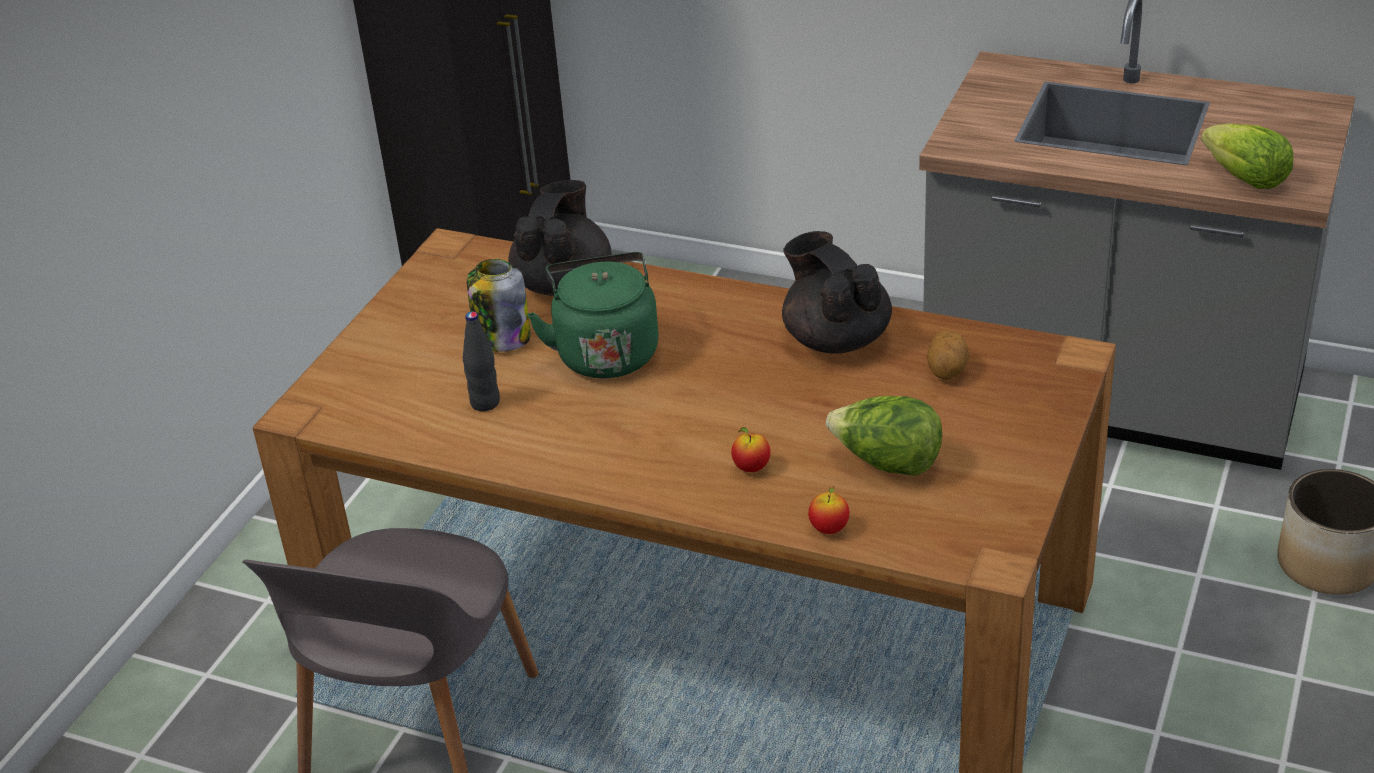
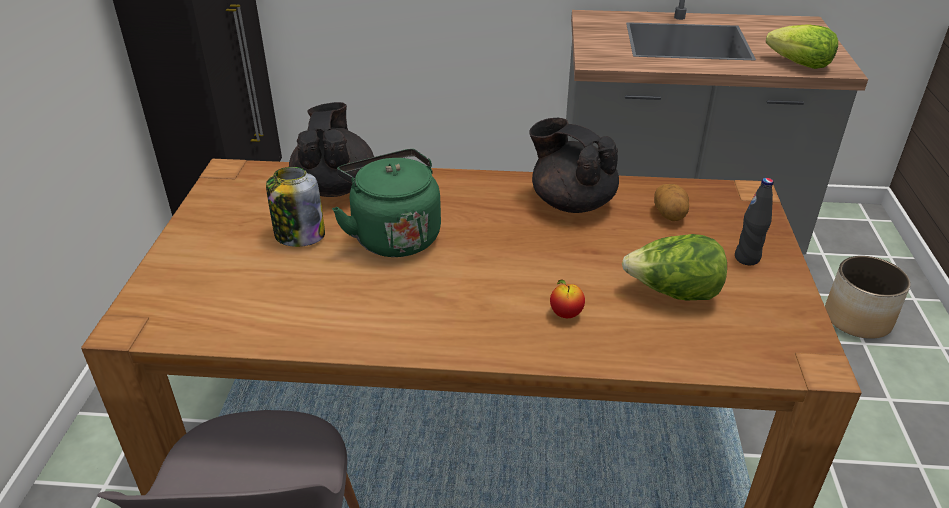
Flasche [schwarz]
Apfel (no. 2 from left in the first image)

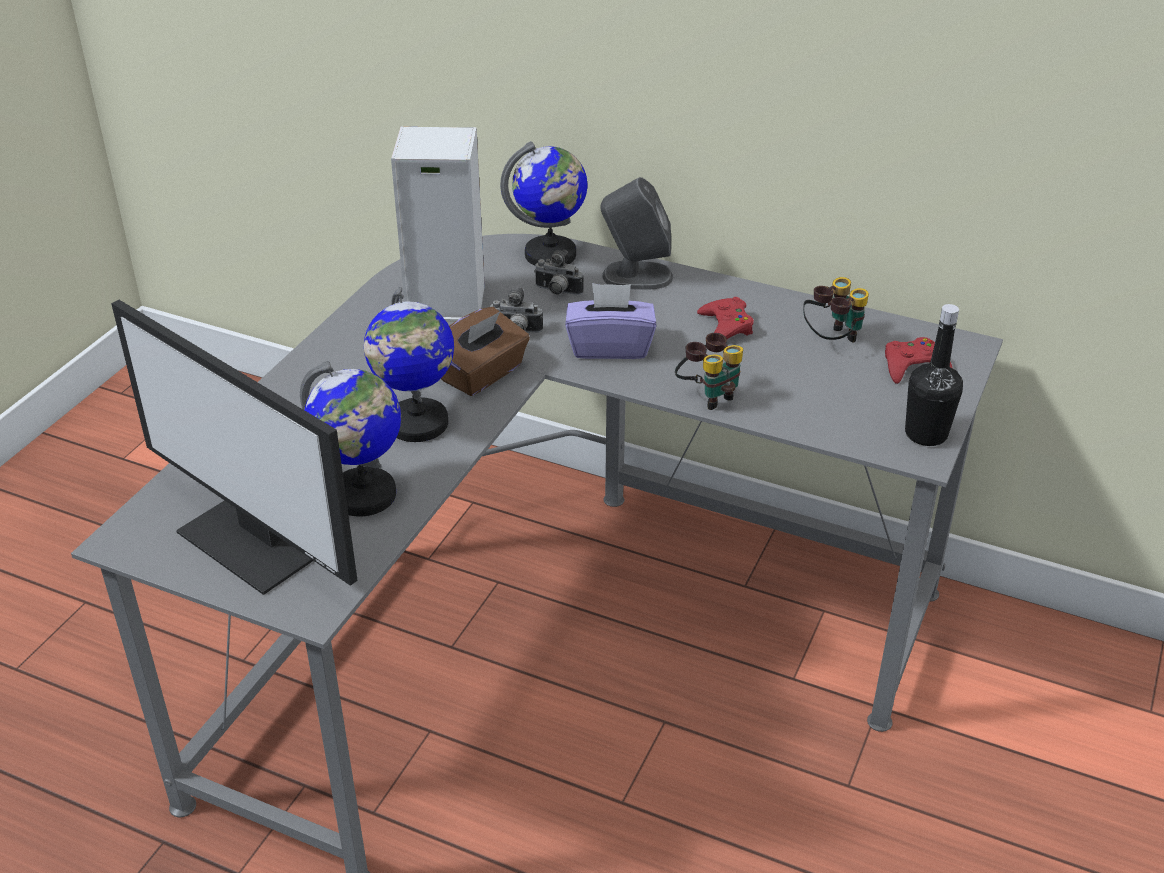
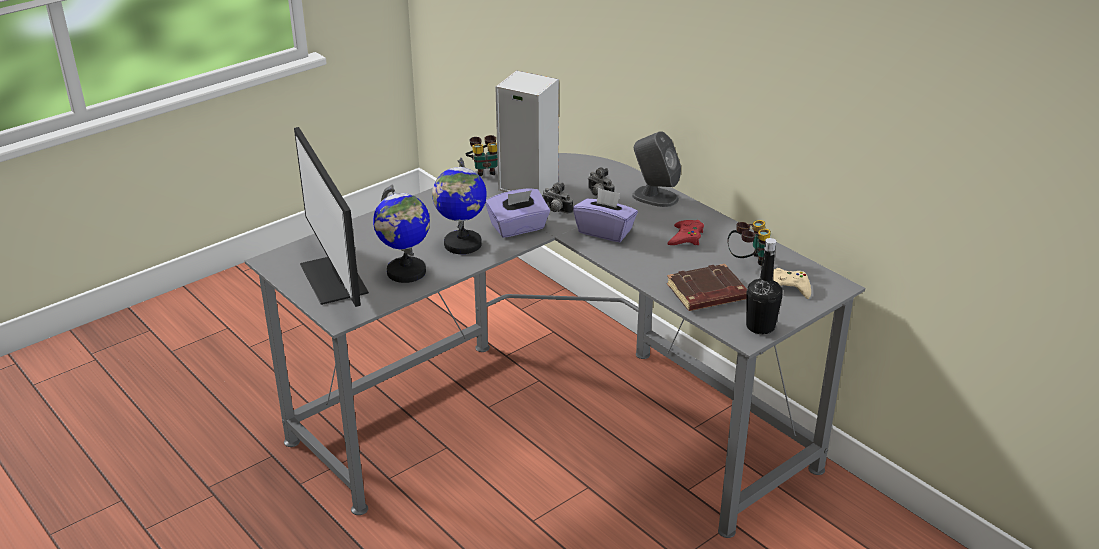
Globus (no. 3 from left in the first image)
Taschentuchbox [lila] (no. 1 from left)
Fernglas (no. 1 from left)
Gamepad [beige]
Buch [braun]

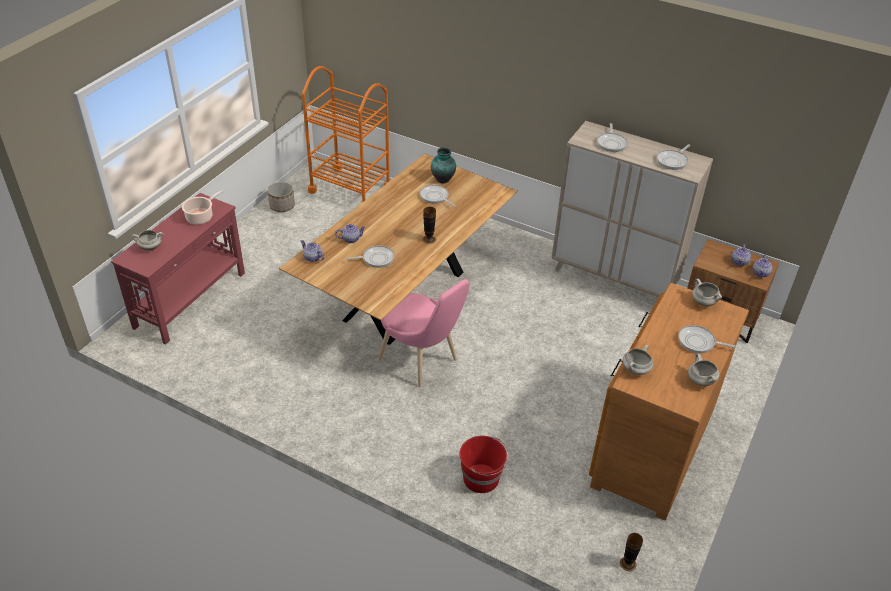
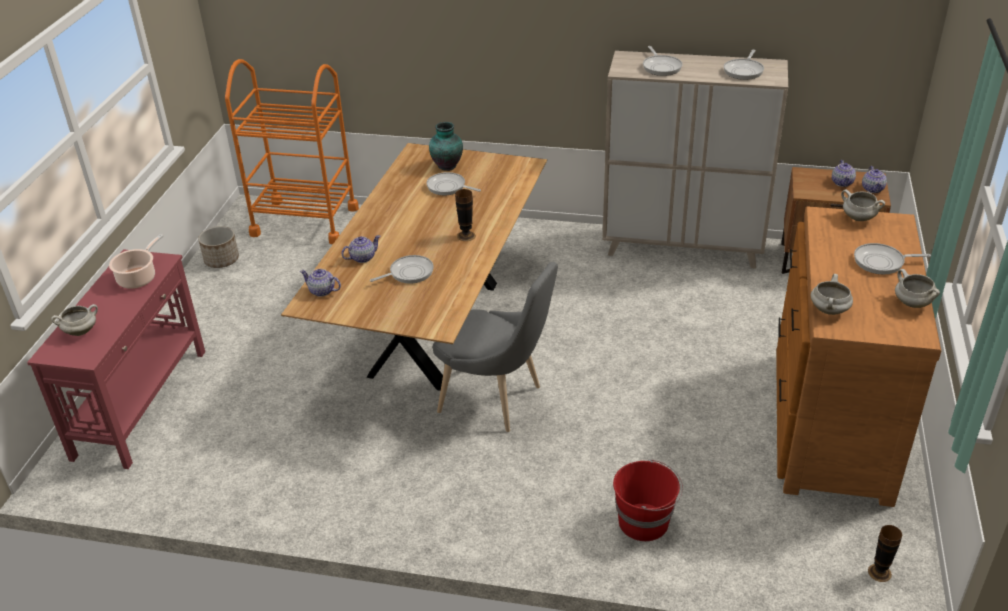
Stuhl [grau]

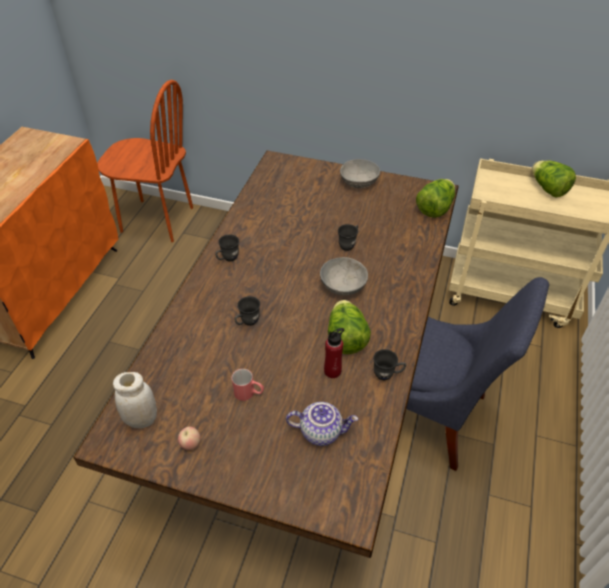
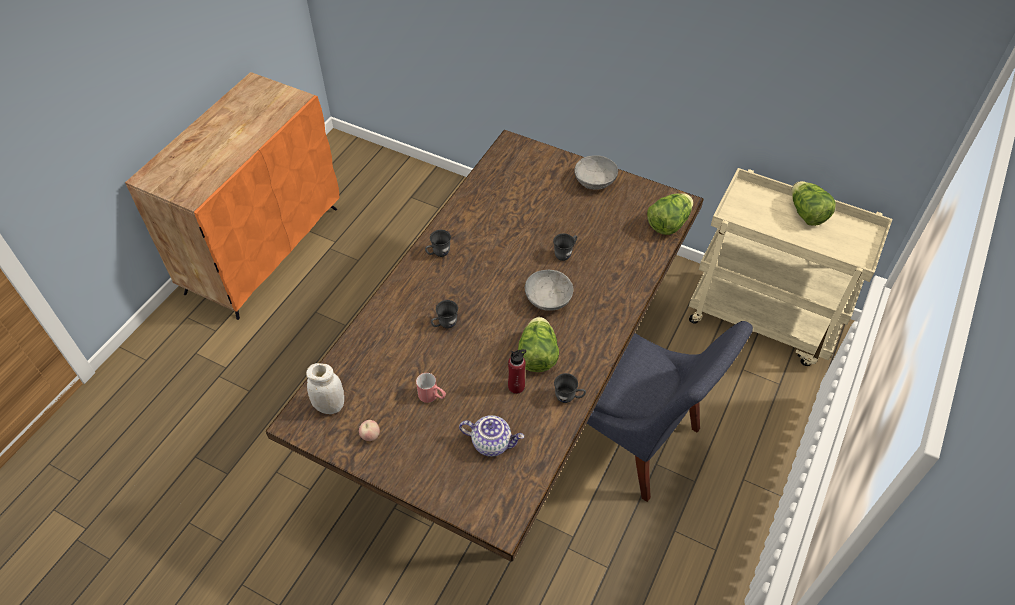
Stuhl [braun]

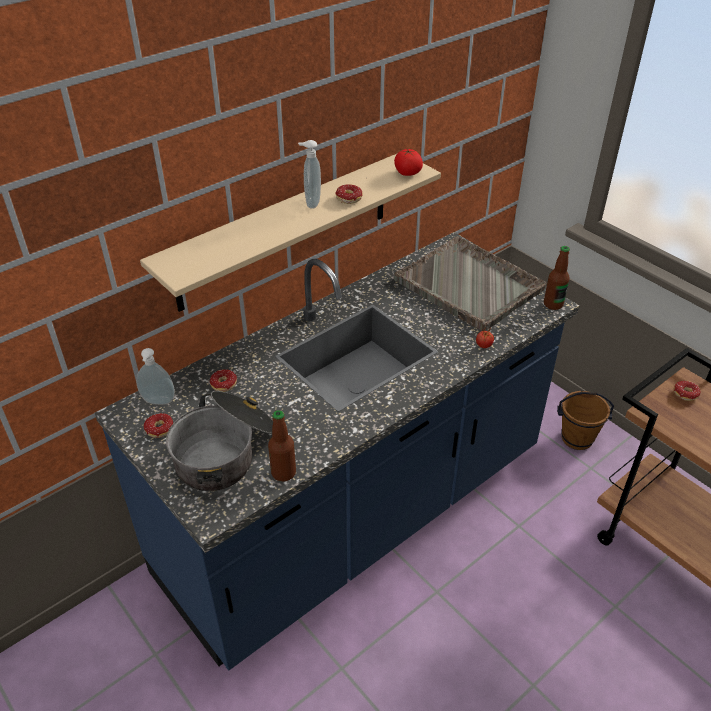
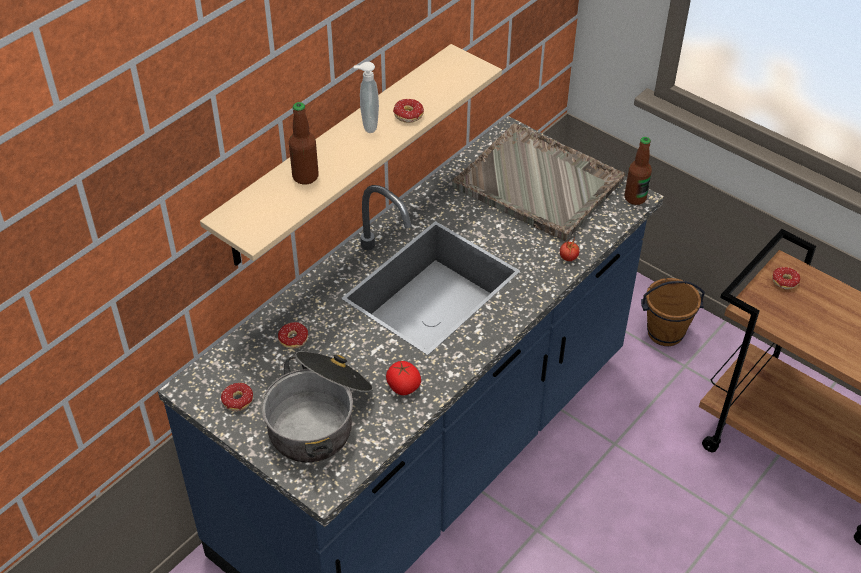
Tomate (no. 1 from left)
Seifenspender (no. 1 from left in the first image)
Flasche (no. 1 from left)

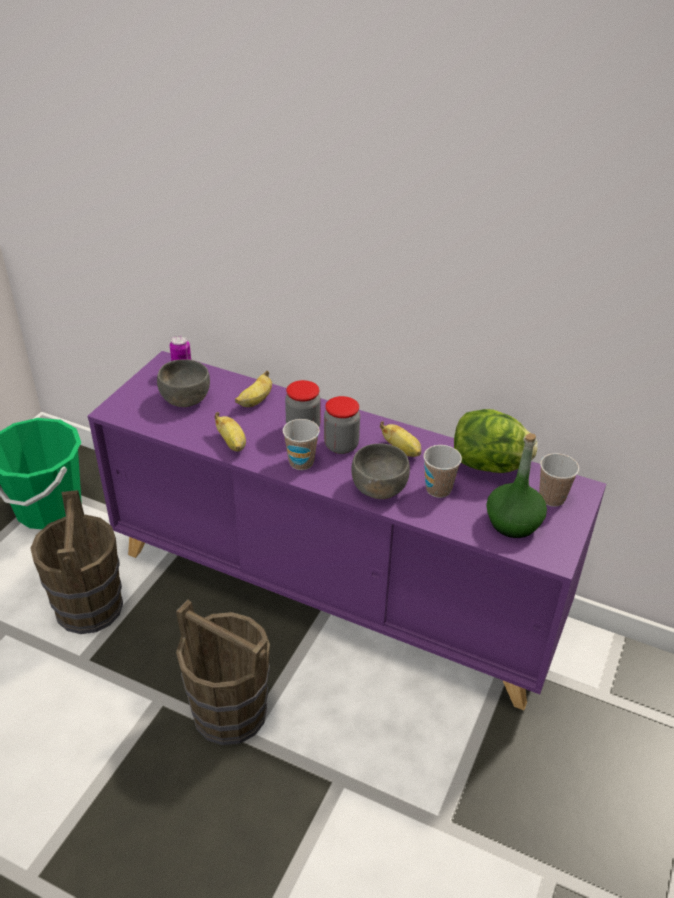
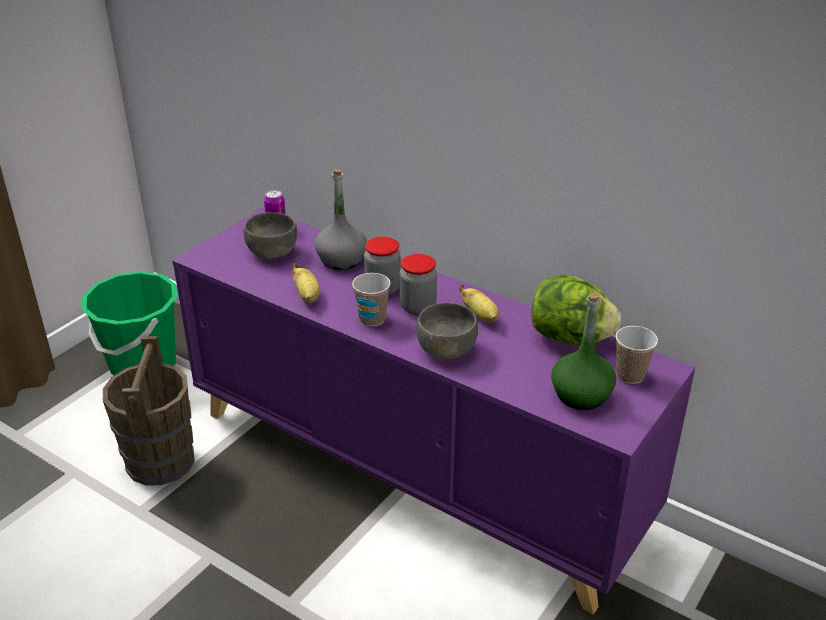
Flasche [grau]
Tasse (no. 2 from left in the first image)
Eimer [braun] (no. 2 from left in the first image)

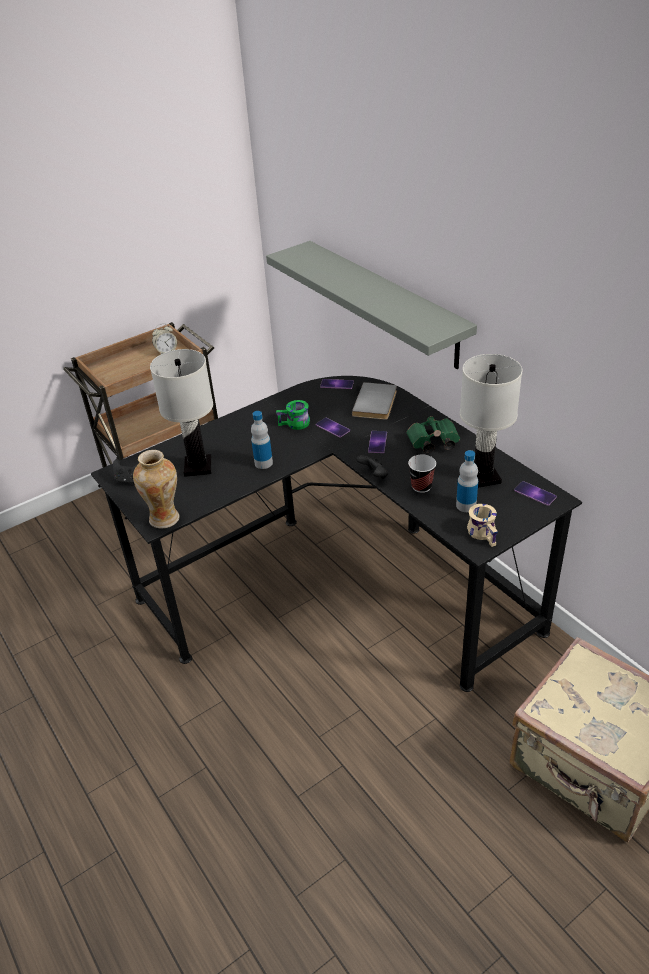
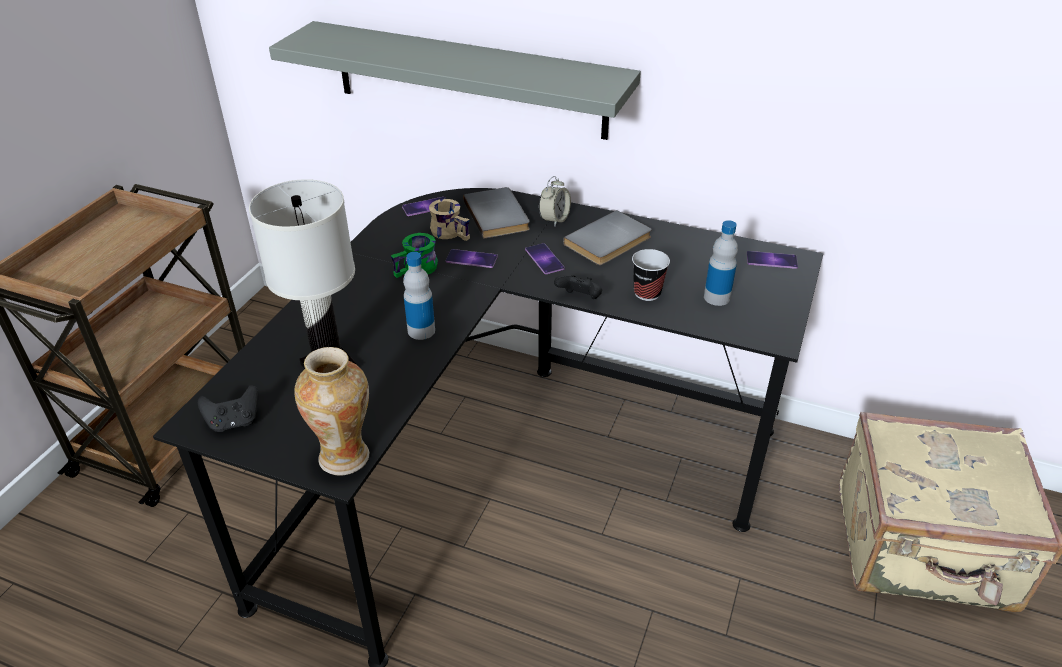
Wecker
Tischlampe [weiß] (no. 2 from left in the first image)
Buch [grau] (no. 2 from left)
Henkelbecher [beige]

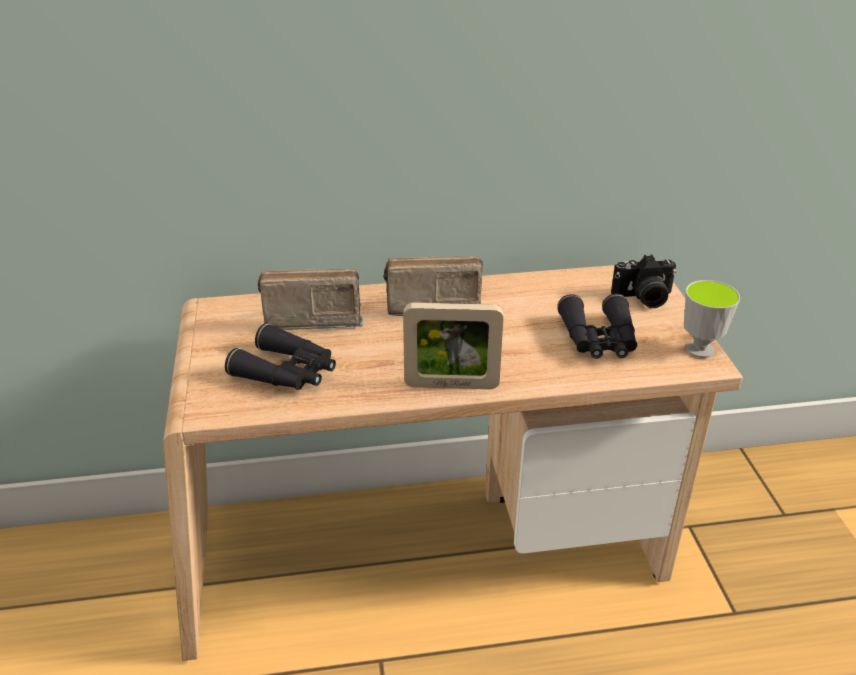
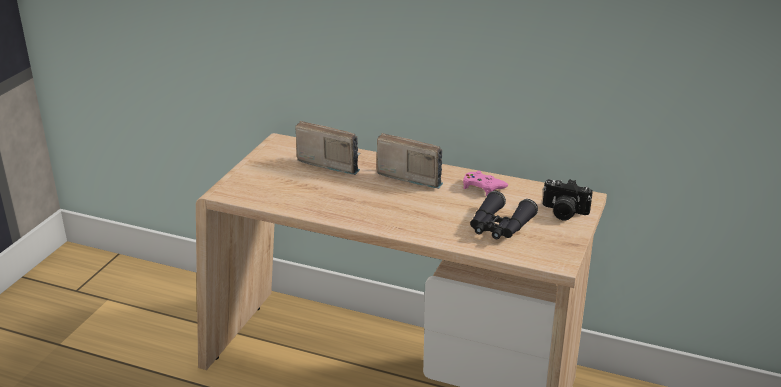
Tasse
Bilderrahmen
Fernglas [schwarz] (no. 1 from left in the first image)
Gamepad [rosa]

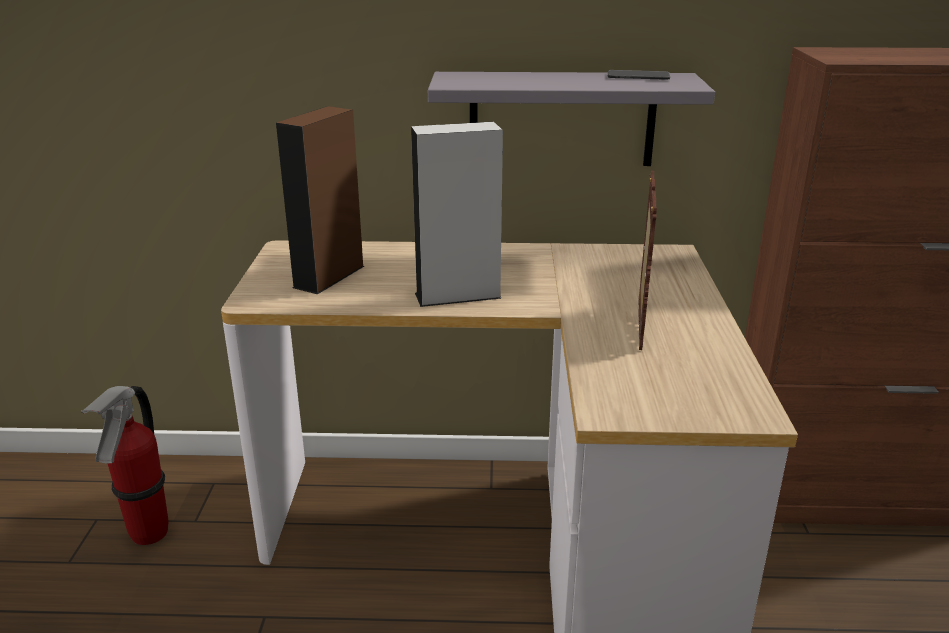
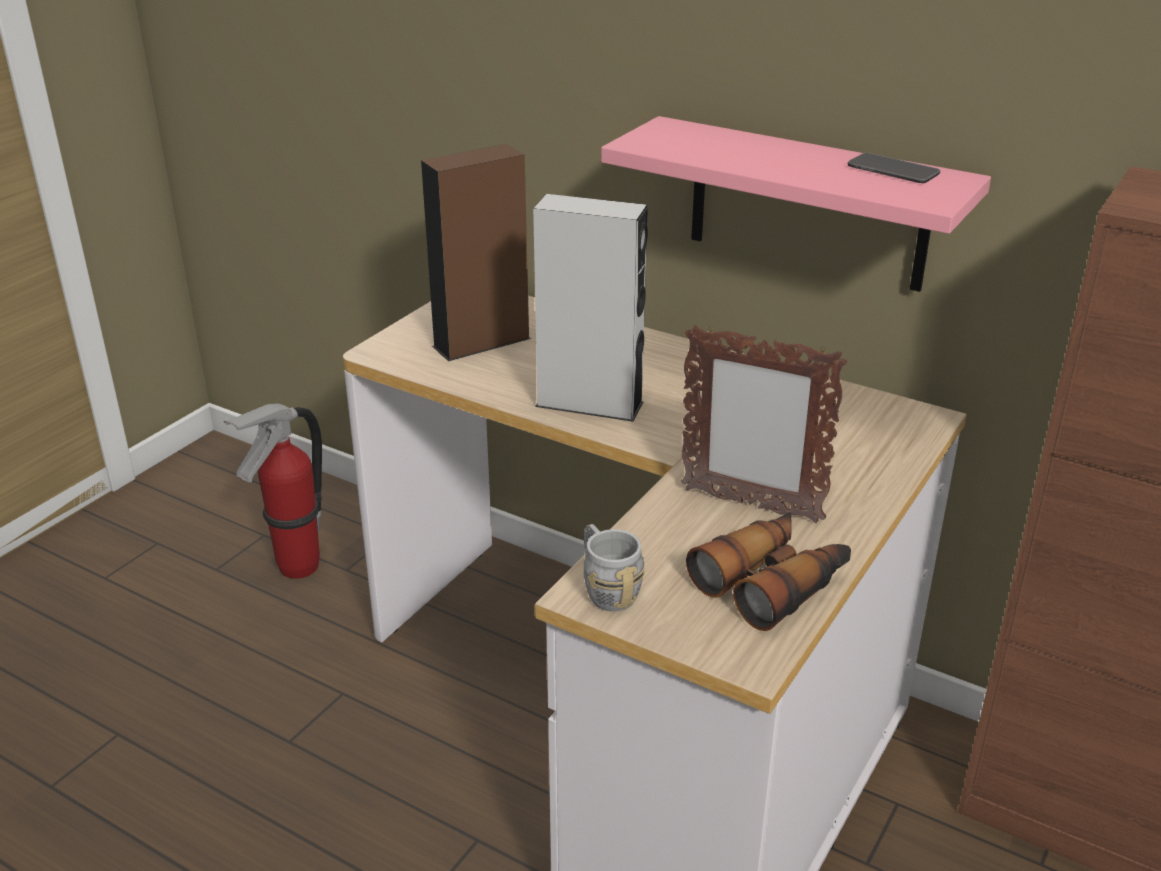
Wandregal [rosa]
Bilderrahmen
Fernglas
Henkelbecher [grau]

